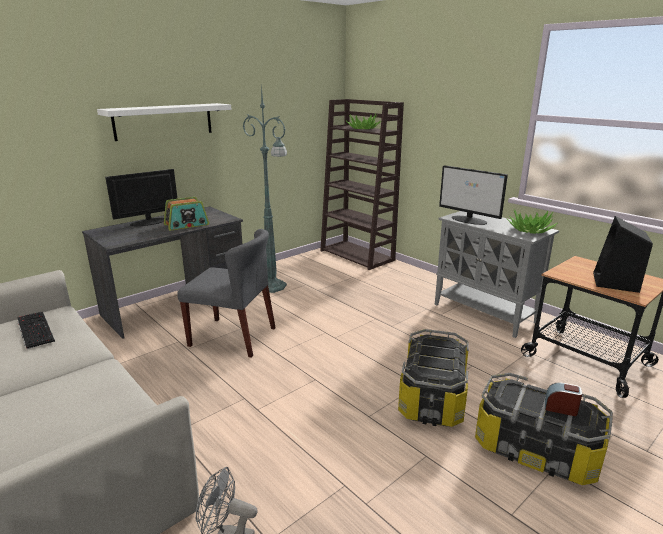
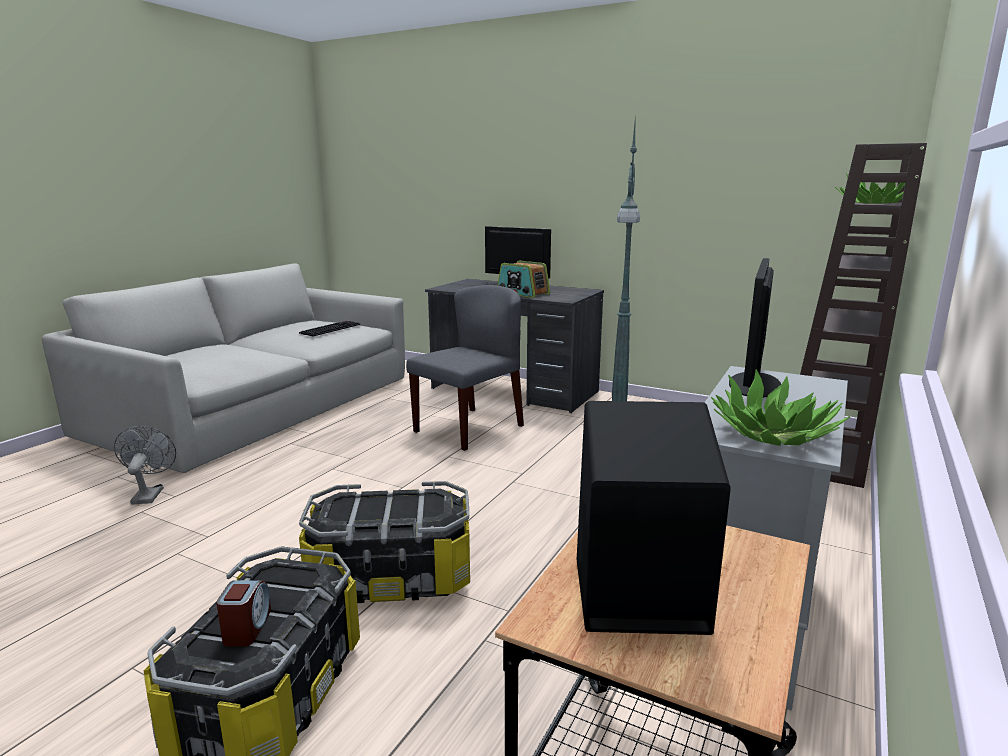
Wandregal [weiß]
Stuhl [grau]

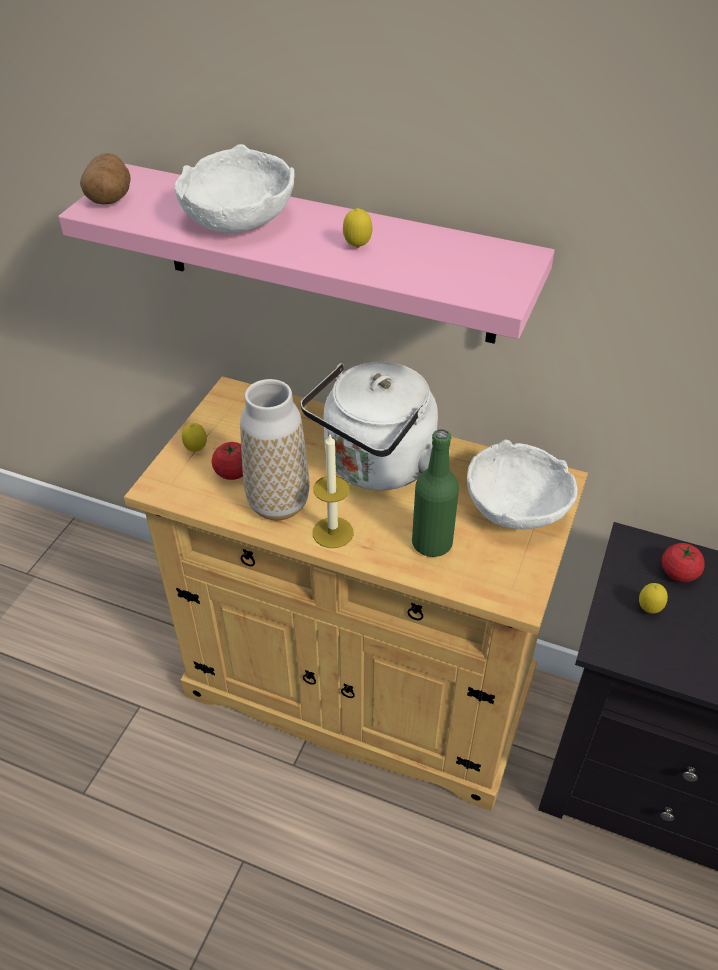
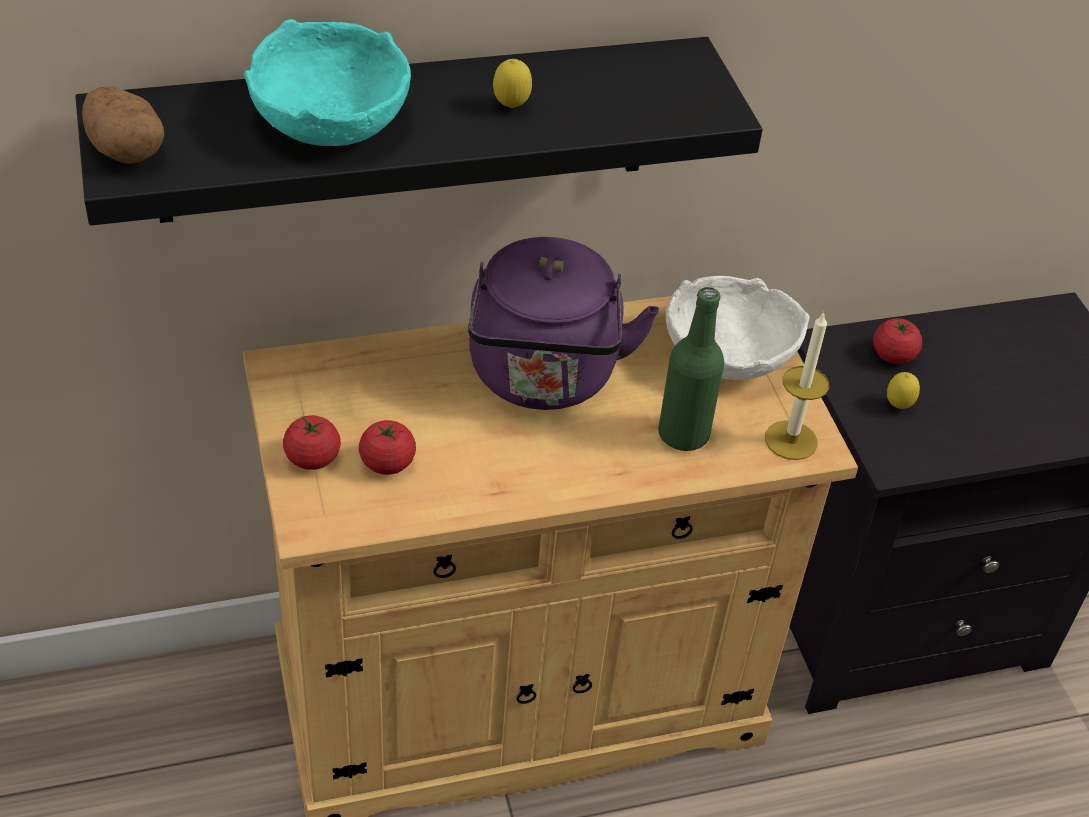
Schüssel [türkis]
Wandregal [schwarz]
Wasserkessel [lila]
Vase
Tomate (no. 1 from left)
Kerze

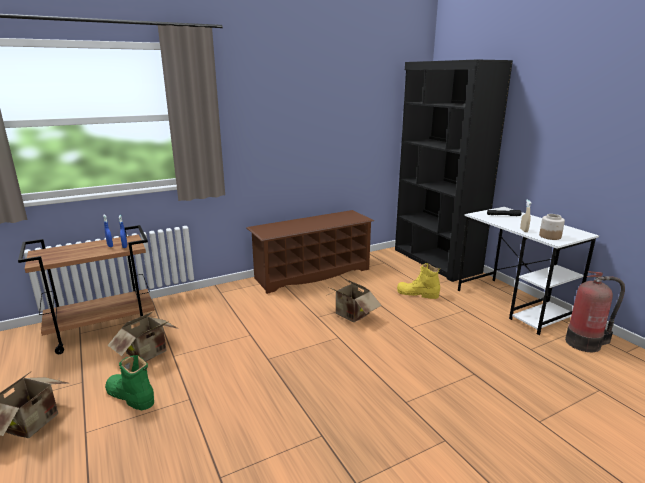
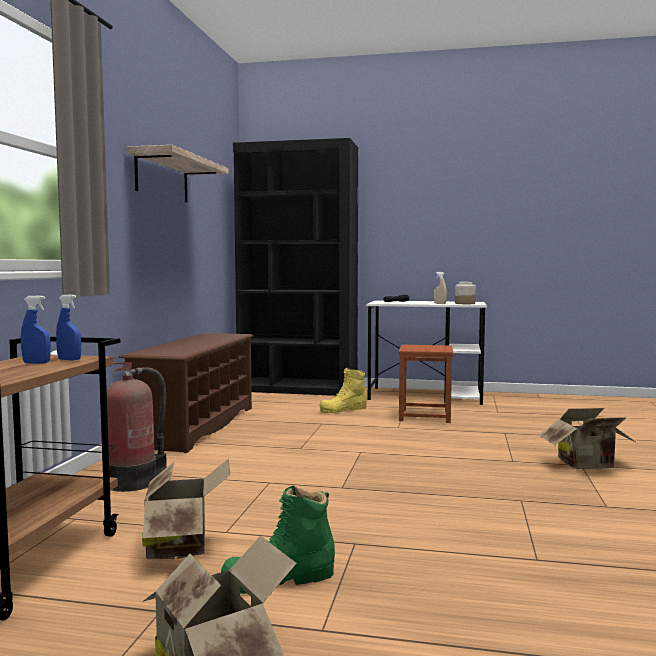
Feuerlöscher
Karton (no. 3 from left)
Wandregal
Hocker [braun]

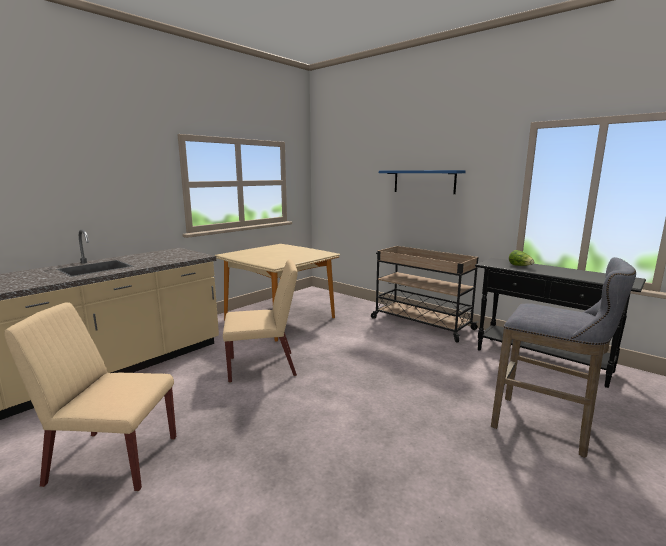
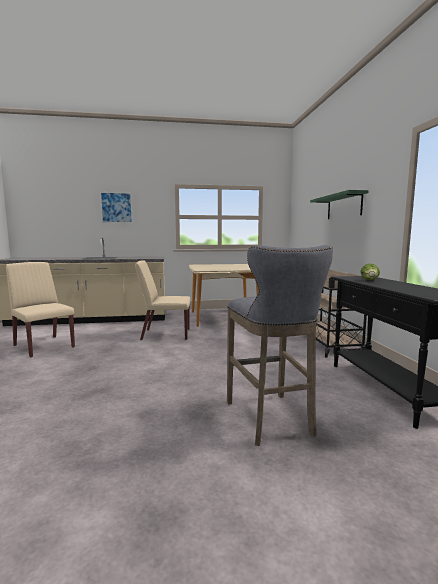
Wandregal [grün]
Stuhl [beige] (no. 2 from left)
Bild

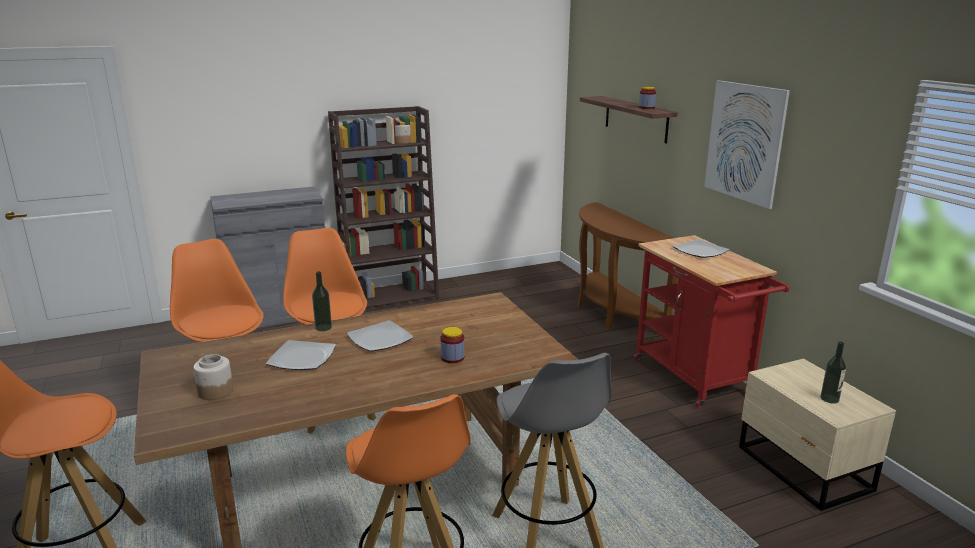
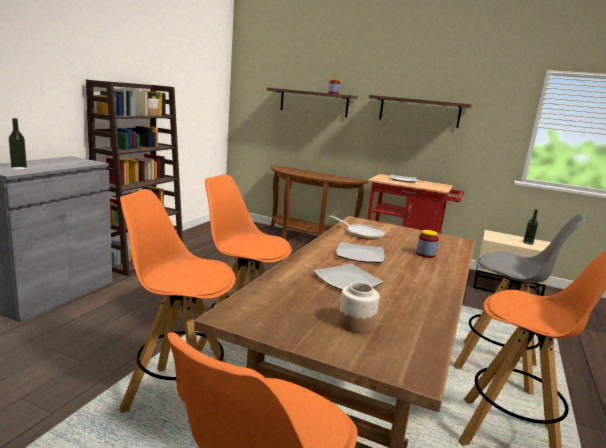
Wandregal (no. 2 from left)
Flasche (no. 1 from left)
Pfanne

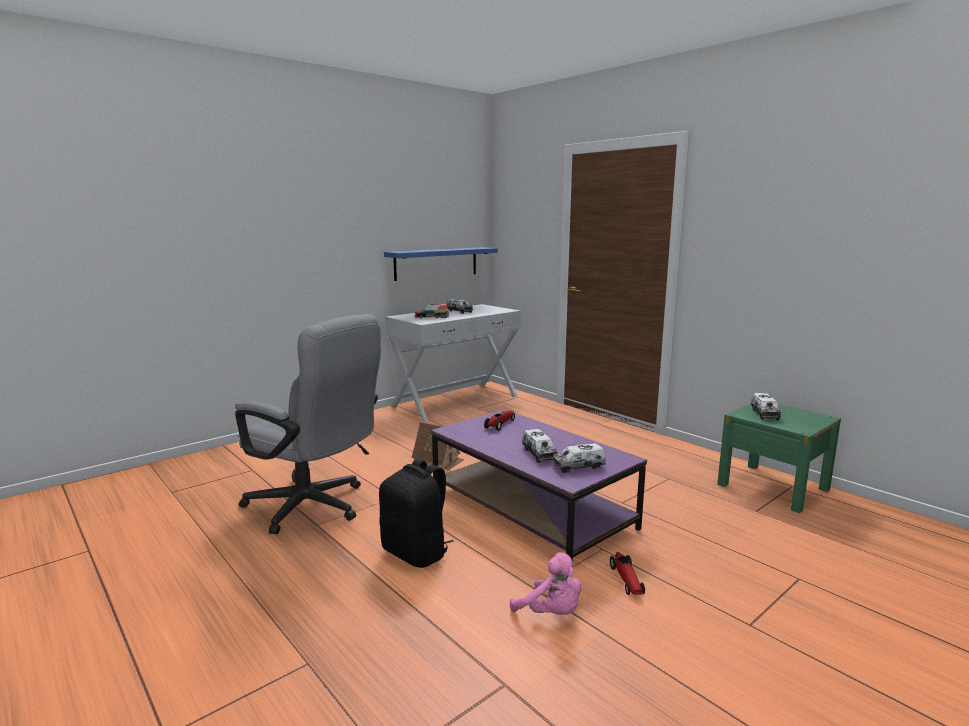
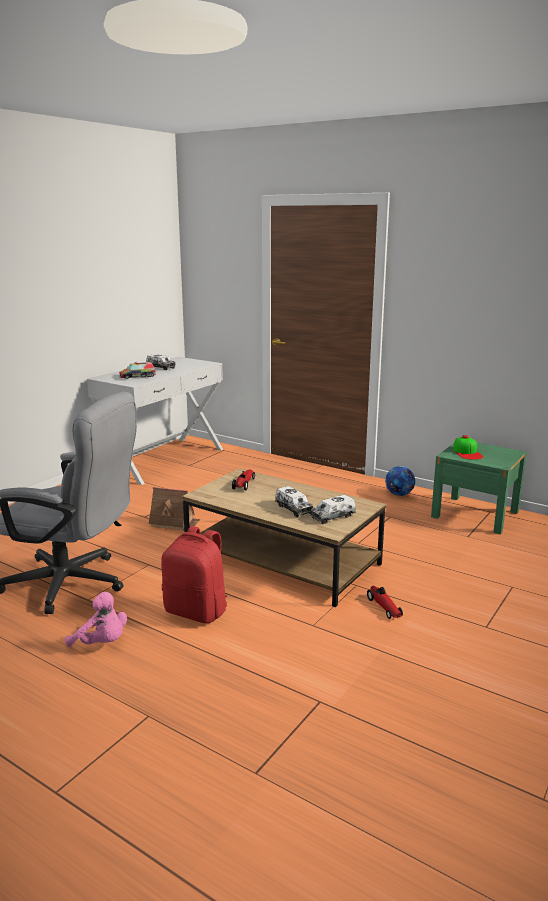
Wandregal [blau]
Kappe
Couchtisch [braun]
Rucksack [rot]
Plüschtier [rosa]
Fußball

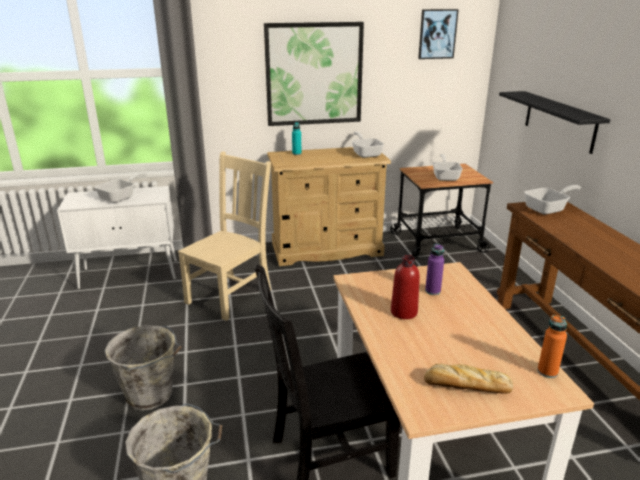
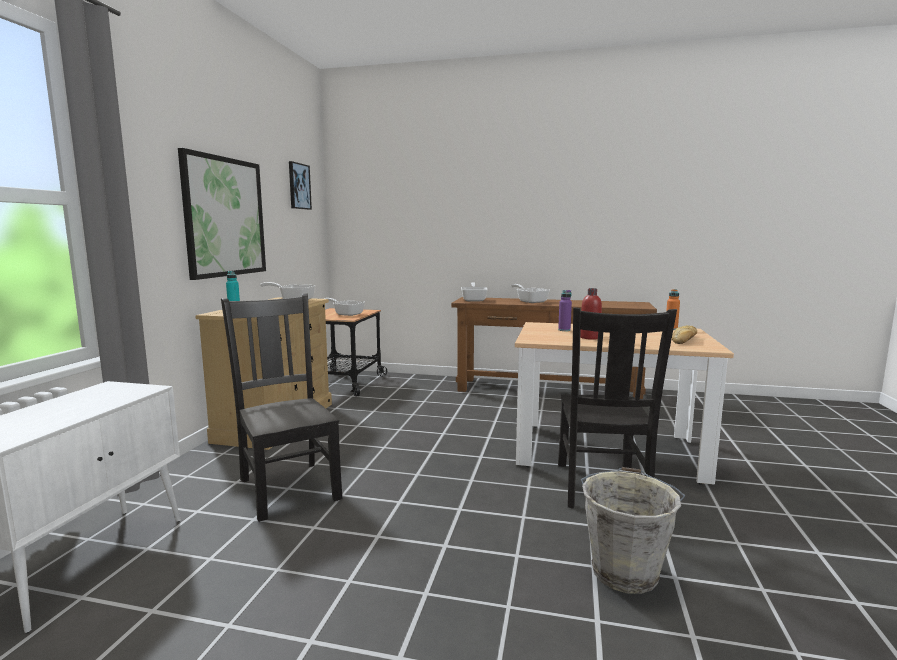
Wandregal [schwarz]
Stuhl [schwarz] (no. 1 from left)
Pfanne (no. 4 from left)
Eimer [grau] (no. 1 from left in the first image)

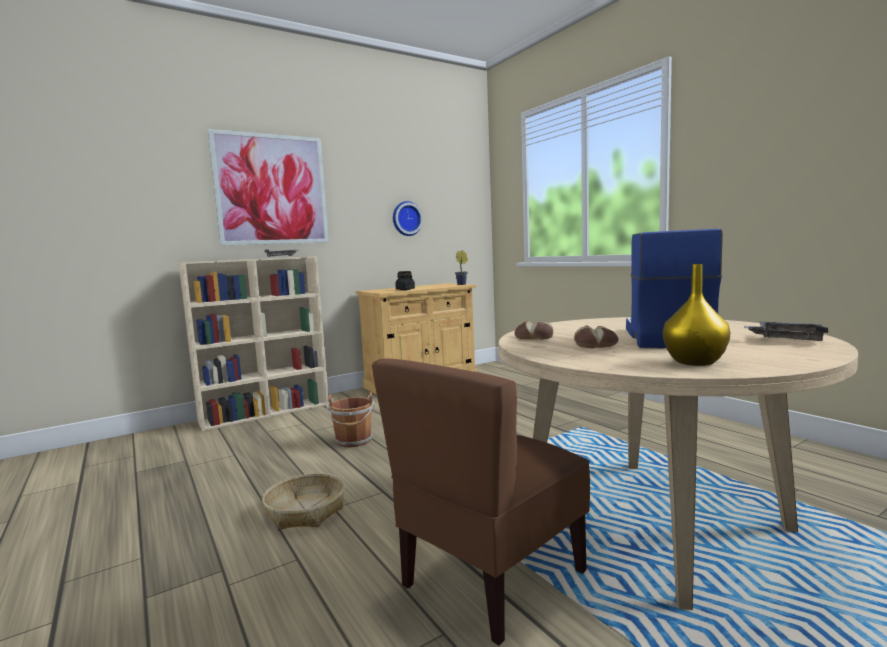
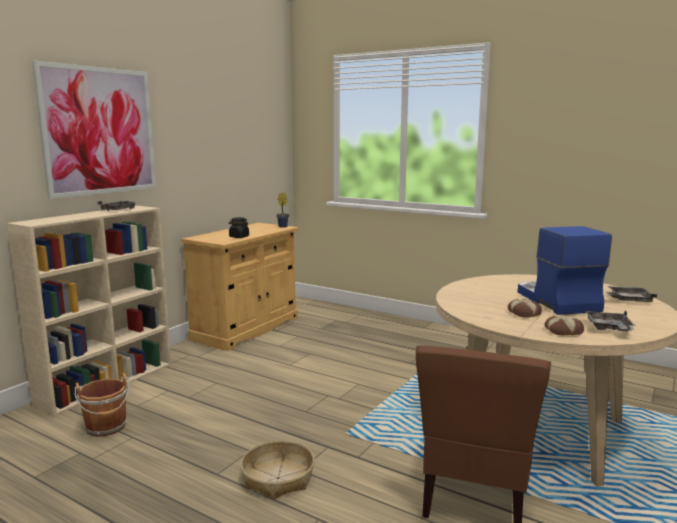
Wanduhr
Tablett [grau] (no. 2 from left)
Brot (no. 2 from left)
Eimer [braun]

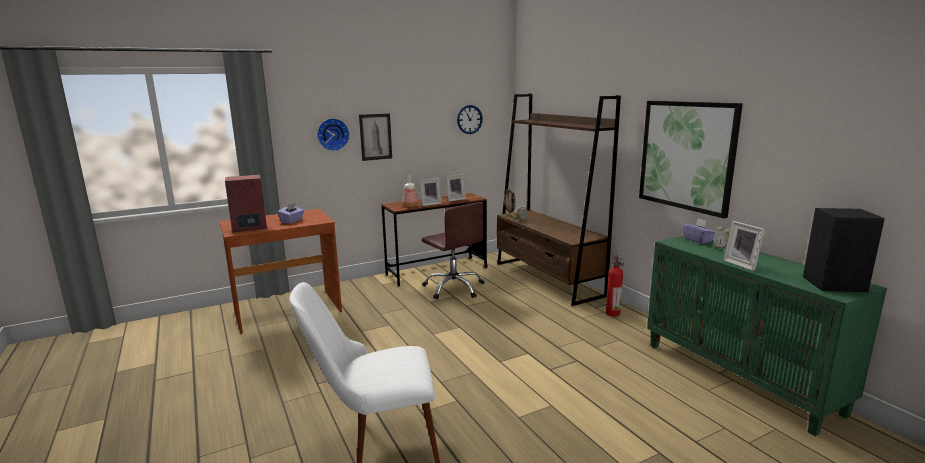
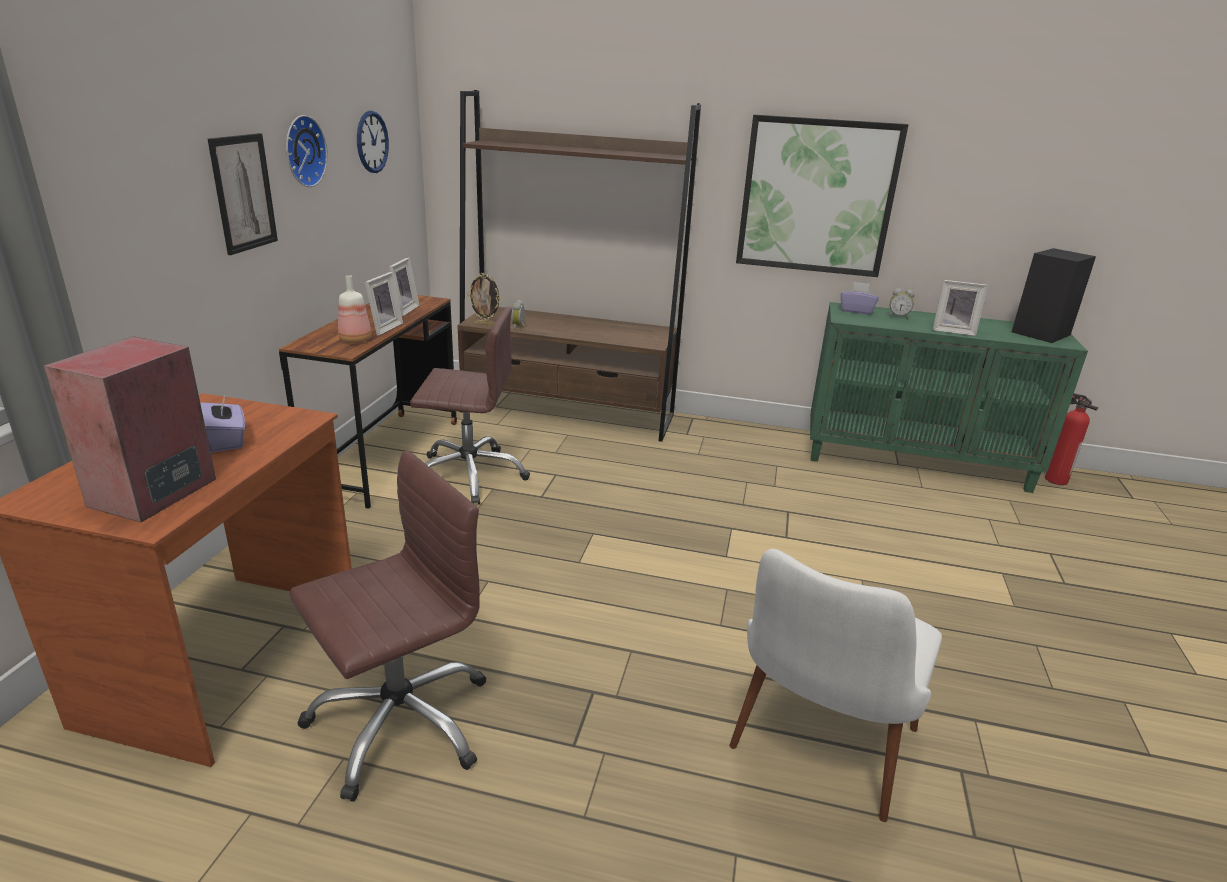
Wanduhr (no. 1 from left)
Feuerlöscher
Bürostuhl [braun] (no. 1 from left)

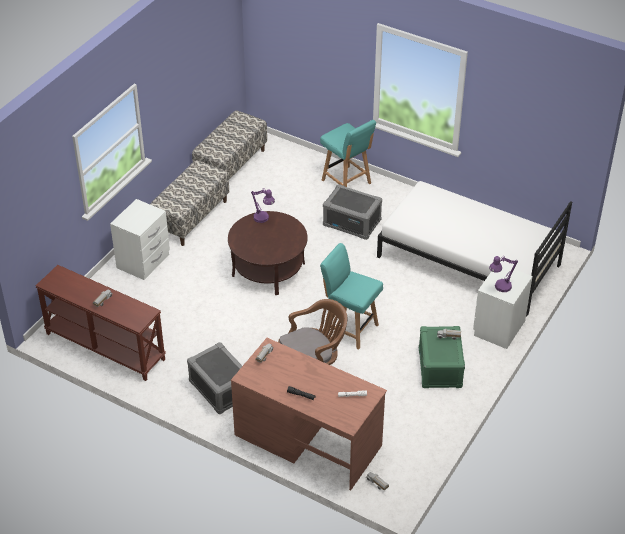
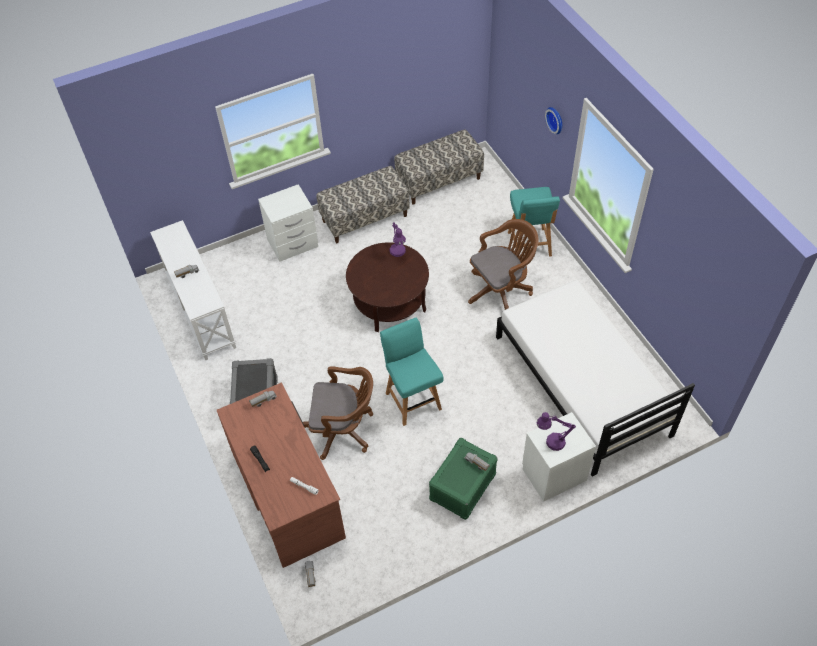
Bürostuhl [braun] (no. 2 from left)
Konsolentisch [weiß]
Wanduhr

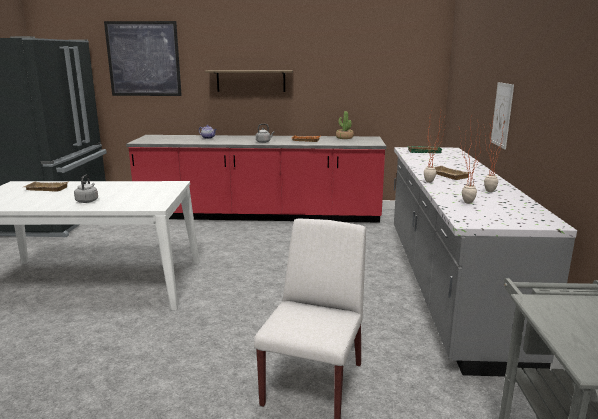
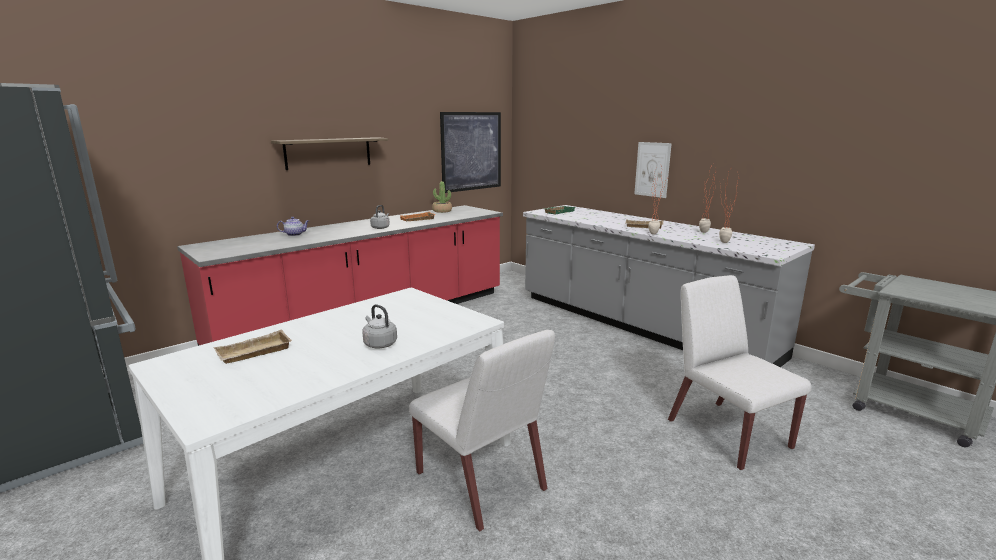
Bild (no. 1 from left)
Stuhl [weiß] (no. 1 from left)

